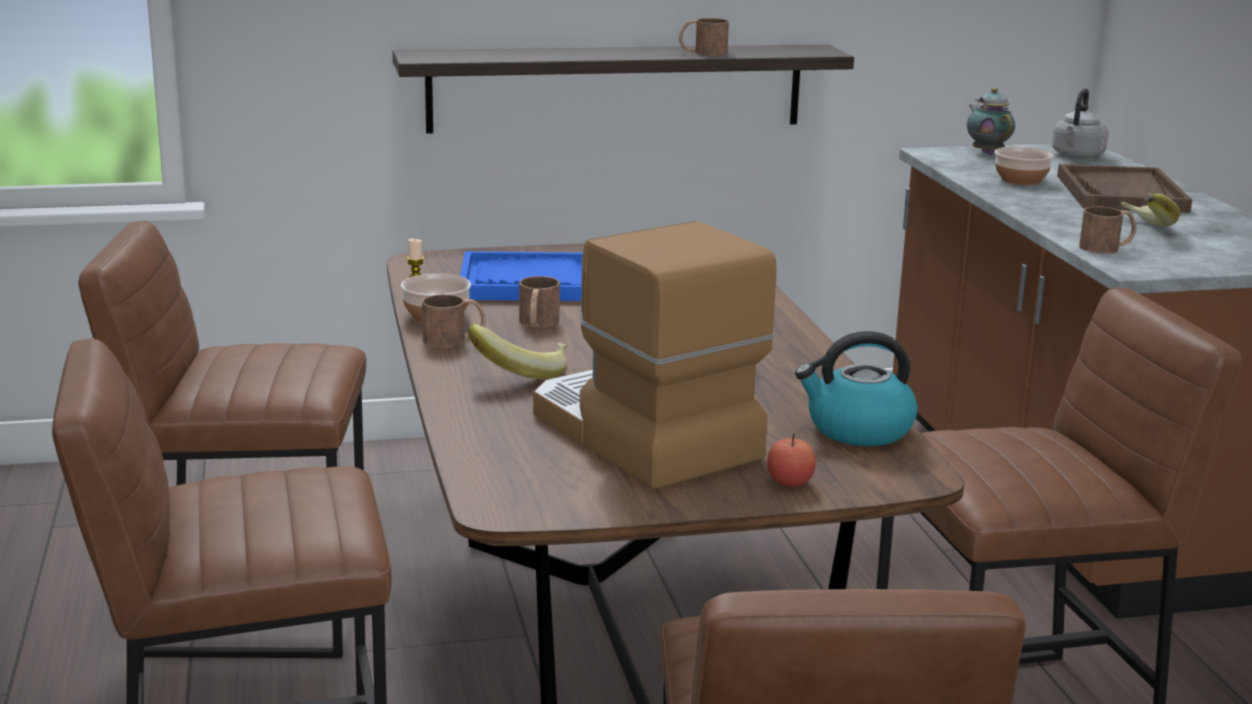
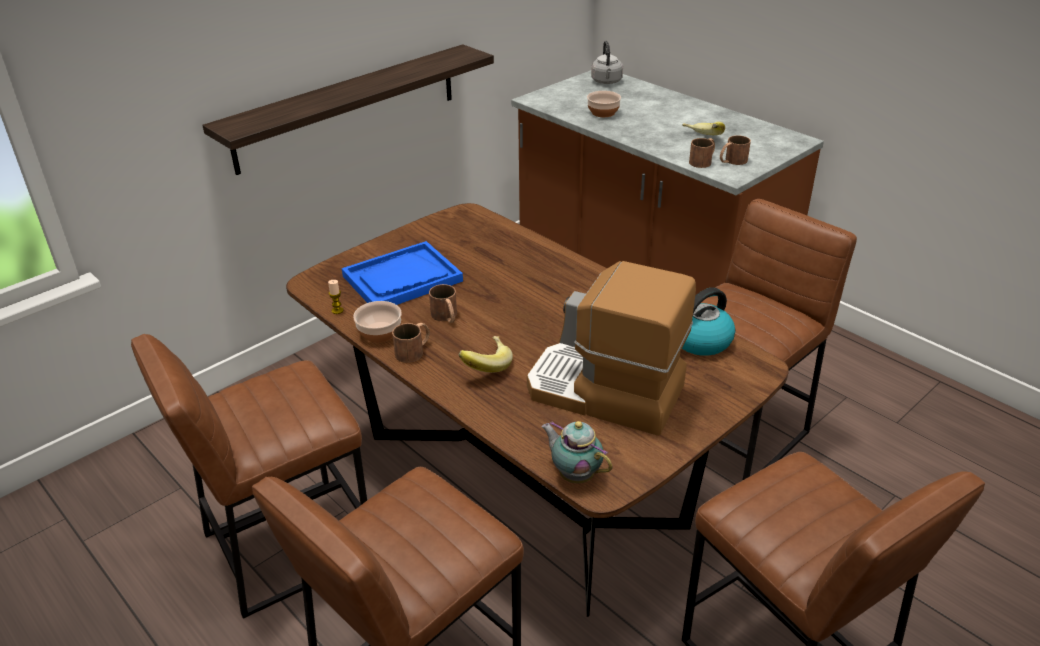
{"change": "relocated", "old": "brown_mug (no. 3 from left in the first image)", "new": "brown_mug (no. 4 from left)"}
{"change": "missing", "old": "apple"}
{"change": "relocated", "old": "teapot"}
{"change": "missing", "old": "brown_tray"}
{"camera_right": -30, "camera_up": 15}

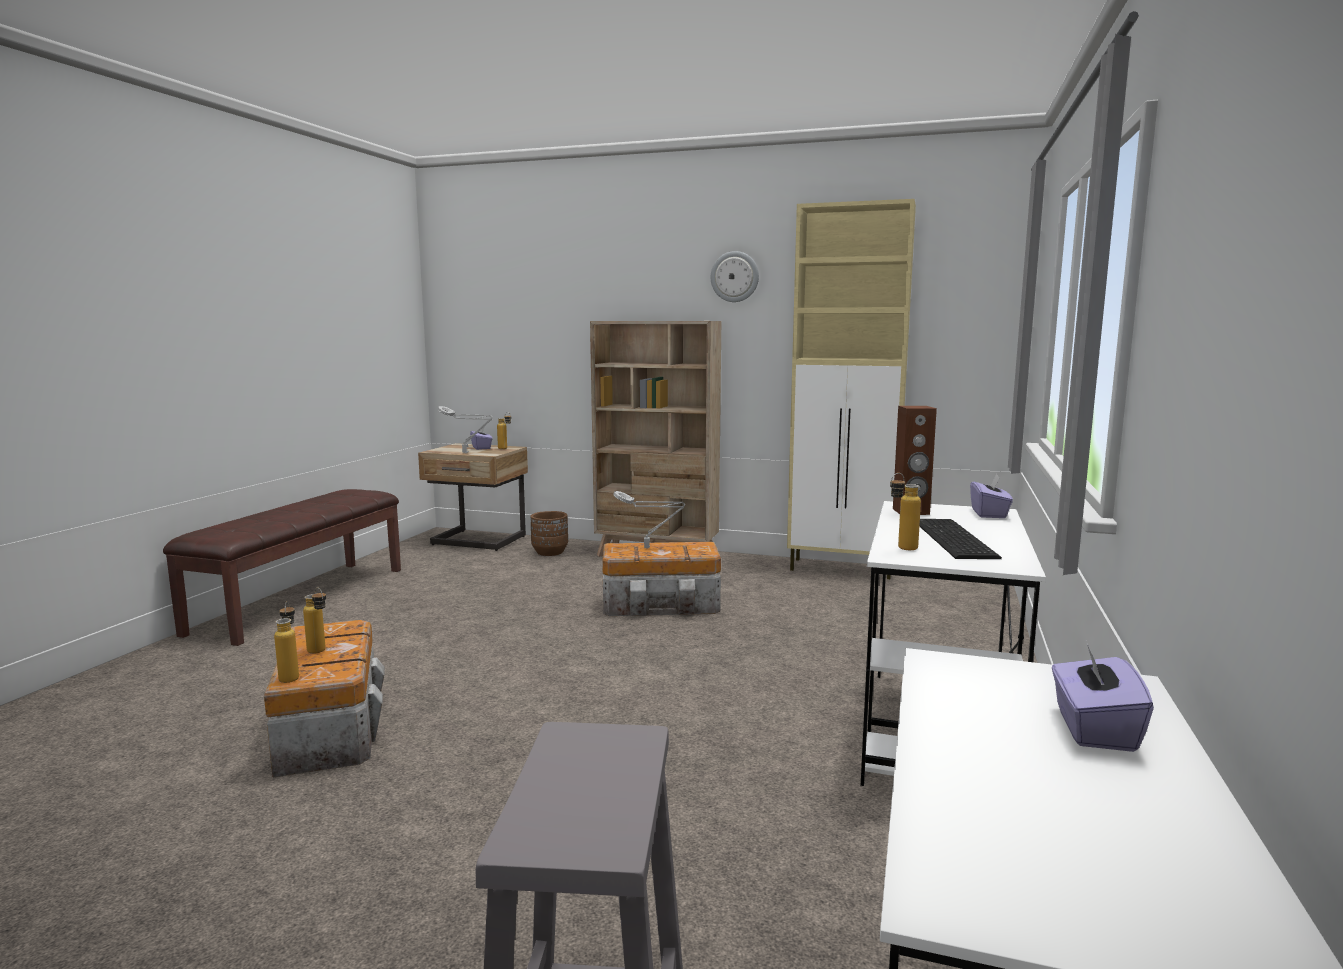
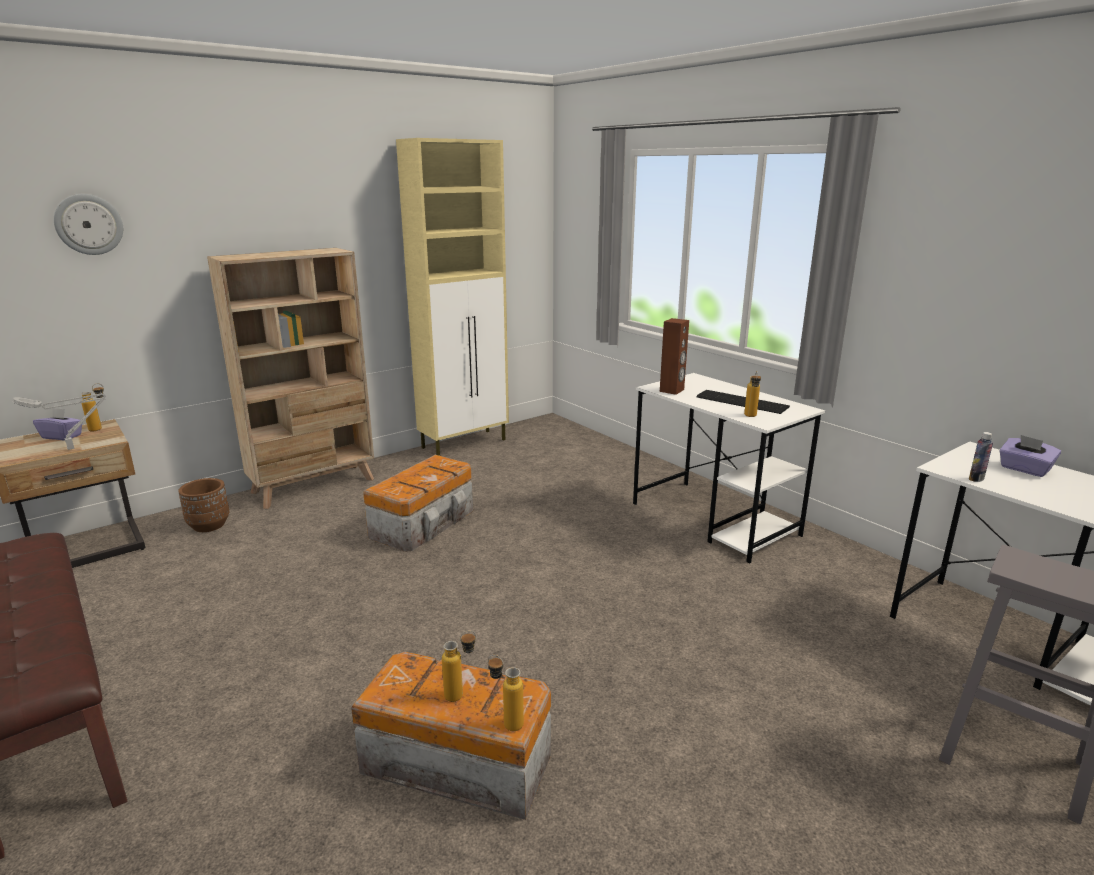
{"change": "missing", "old": "grey_table_lamp (no. 2 from left)"}
{"change": "relocated", "old": "wall_clock"}
{"change": "missing", "old": "purple_tissue_box (no. 2 from left)"}
{"change": "appeared", "new": "bottle (no. 5 from left)"}
{"camera_right": -55, "camera_up": 10}

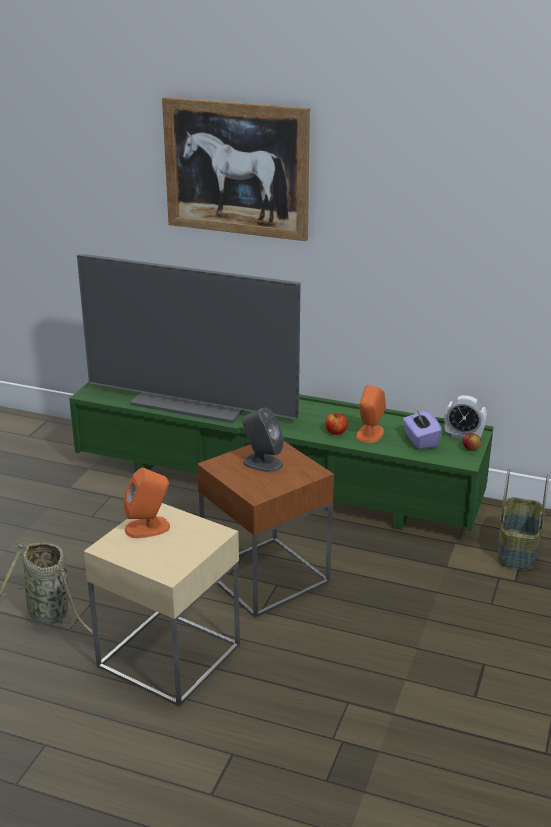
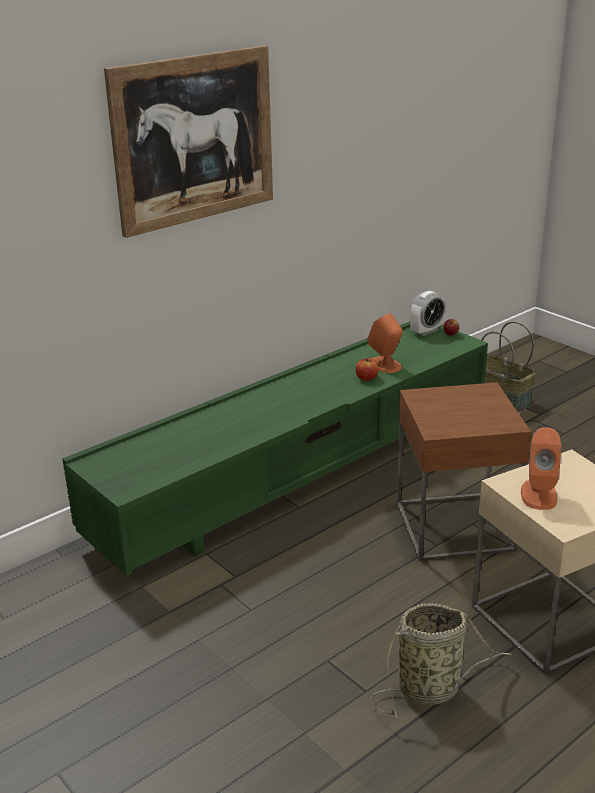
{"change": "missing", "old": "television"}
{"change": "missing", "old": "grey_speaker"}
{"change": "missing", "old": "purple_tissue_box"}
{"camera_right": -60, "camera_up": 0}

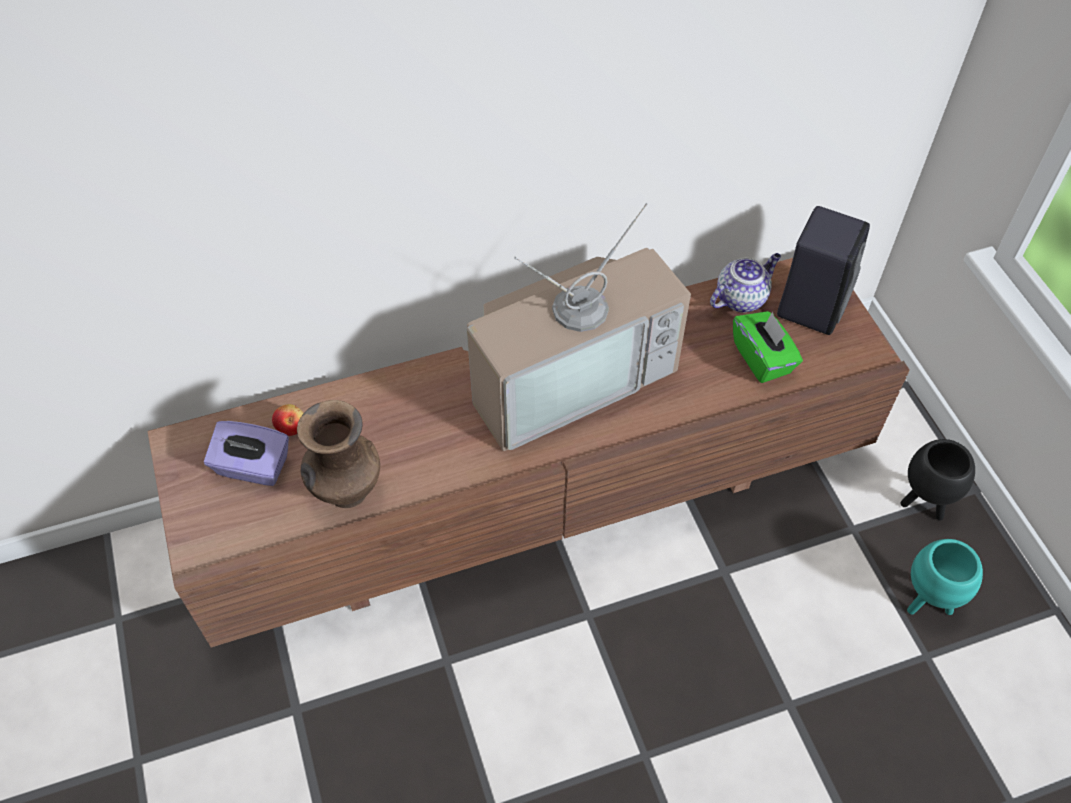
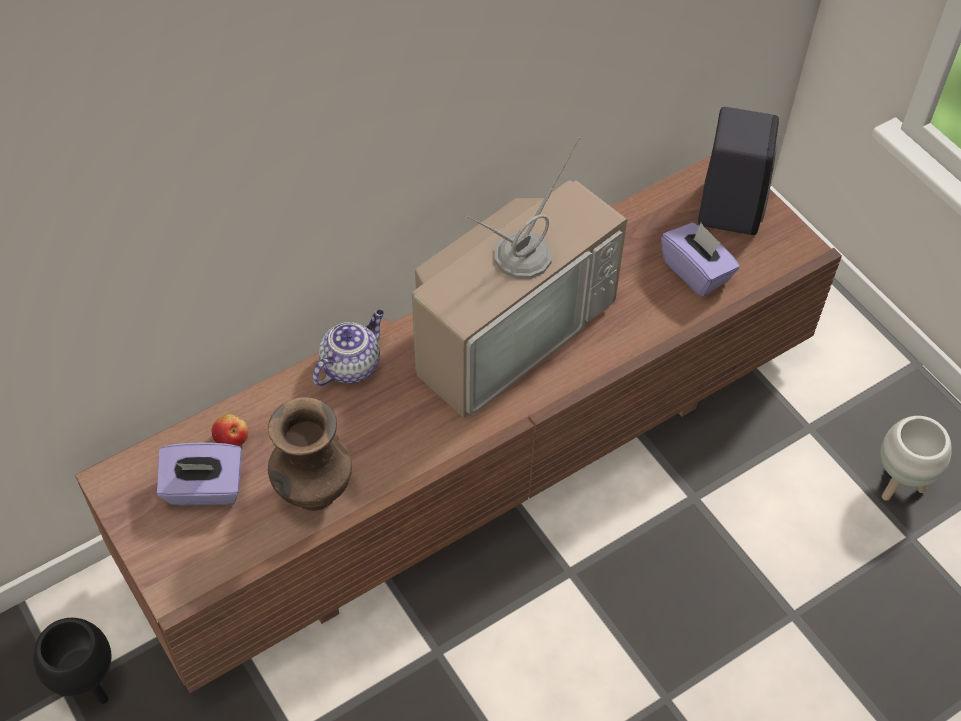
{"change": "relocated", "old": "teapot"}
{"change": "colour", "old": "green_tissue_box", "new": "purple_tissue_box (no. 2 from left)"}
{"change": "relocated", "old": "black_planter"}
{"change": "colour", "old": "turquoise_planter", "new": "white_planter"}
{"camera_right": -15, "camera_up": 0}

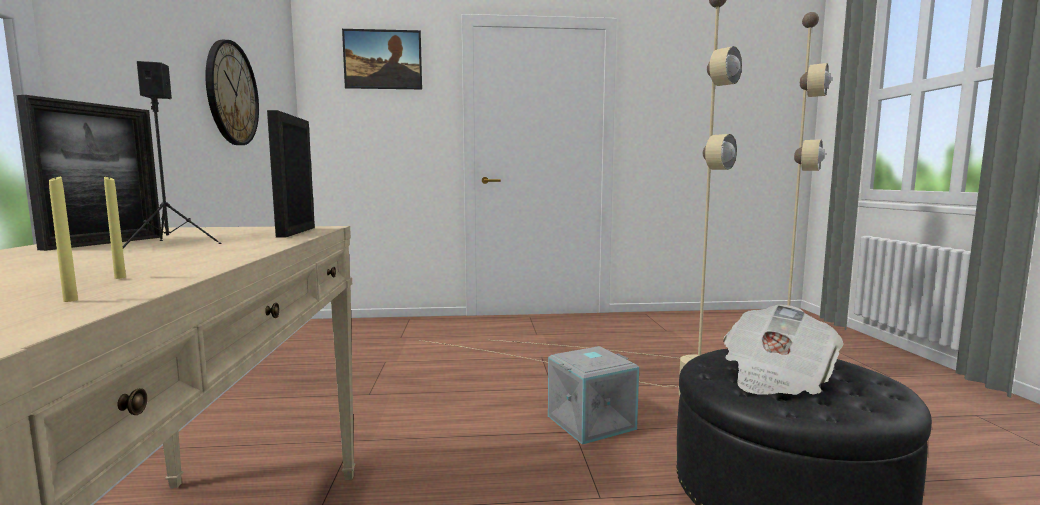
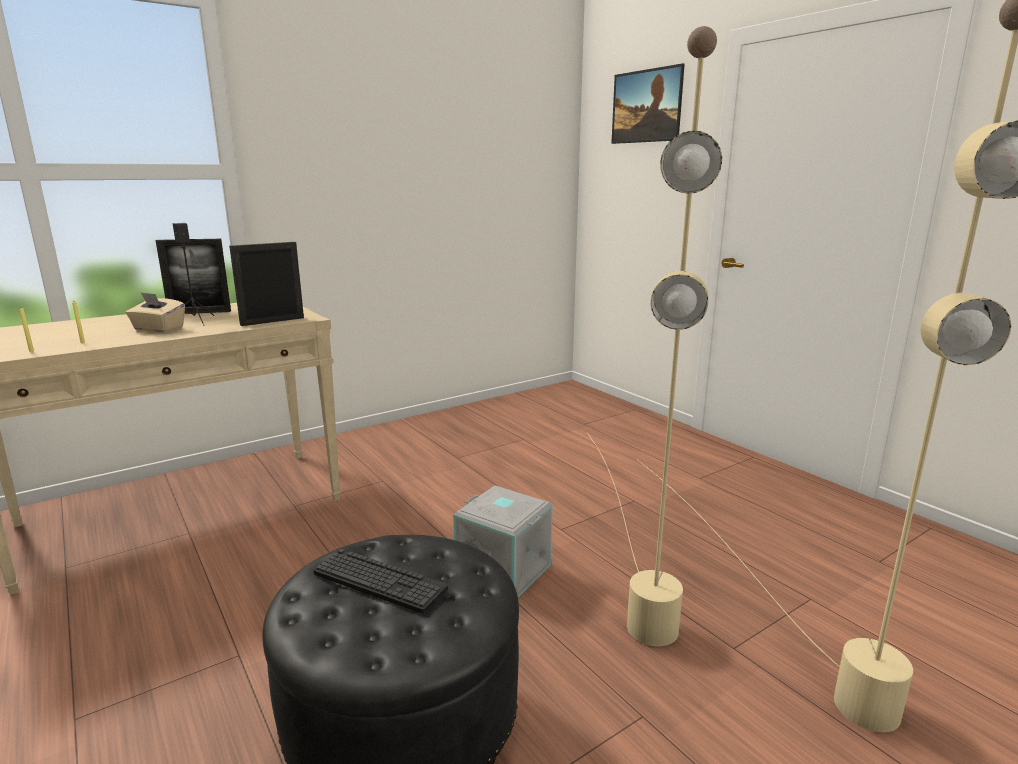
{"change": "missing", "old": "wall_clock"}
{"change": "exchanged", "old": "newspaper", "new": "keyboard"}
{"change": "appeared", "new": "beige_tissue_box"}
{"camera_right": 60, "camera_up": 10}

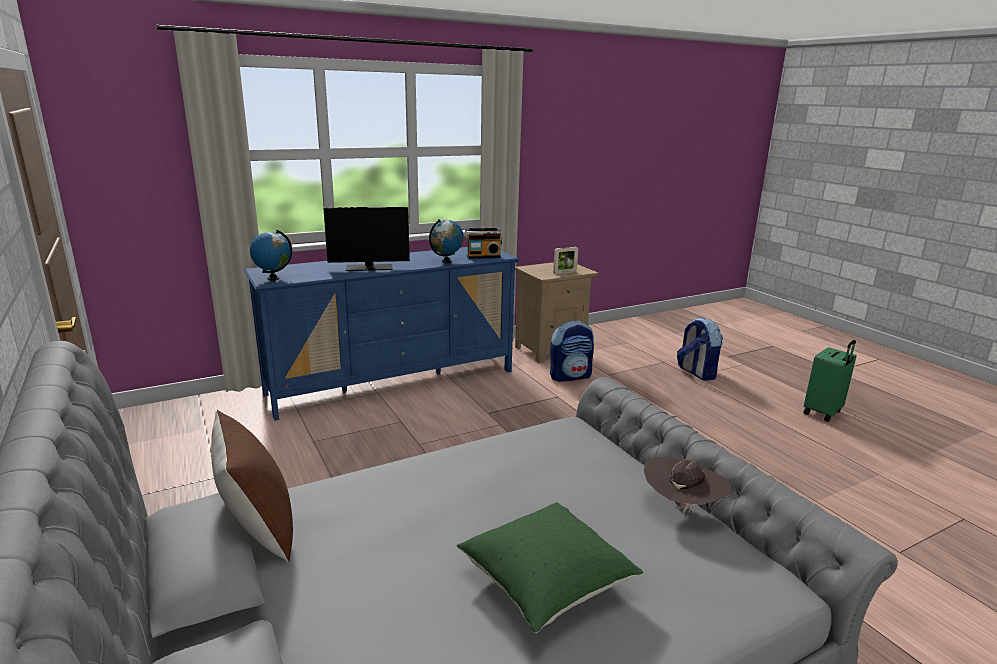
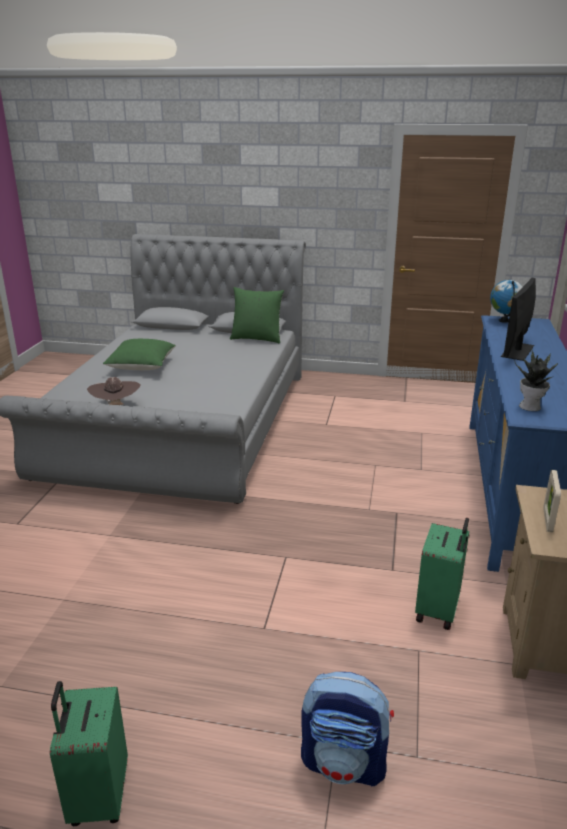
{"change": "colour", "old": "brown_pillow", "new": "green_pillow (no. 2 from left)"}
{"change": "missing", "old": "globe (no. 2 from left)"}
{"change": "exchanged", "old": "radio", "new": "potted_plant"}
{"change": "exchanged", "old": "backpack (no. 1 from left)", "new": "green_suitcase (no. 2 from left)"}
{"camera_right": 130, "camera_up": 5}

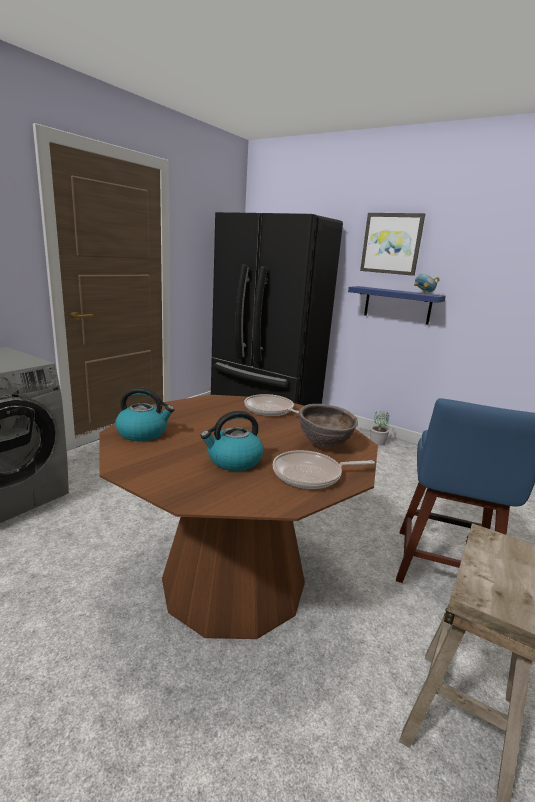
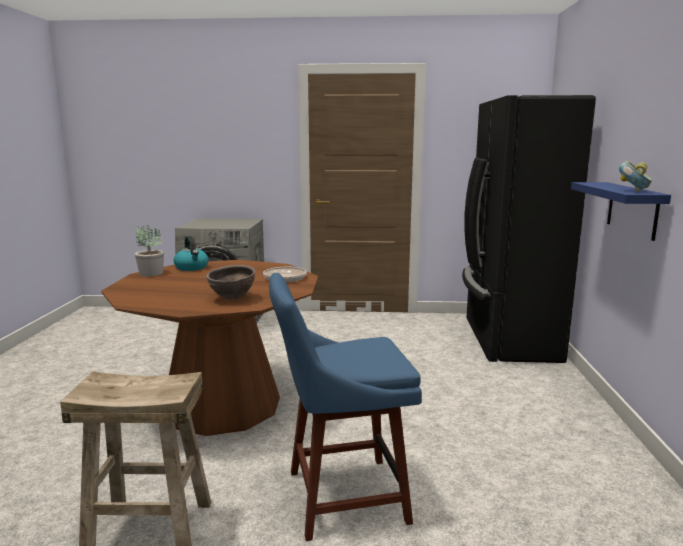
{"change": "missing", "old": "kettle (no. 2 from left)"}
{"change": "missing", "old": "frying_pan (no. 2 from left)"}
{"change": "missing", "old": "picture"}
{"change": "relocated", "old": "potted_plant"}
{"camera_right": 60, "camera_up": -5}

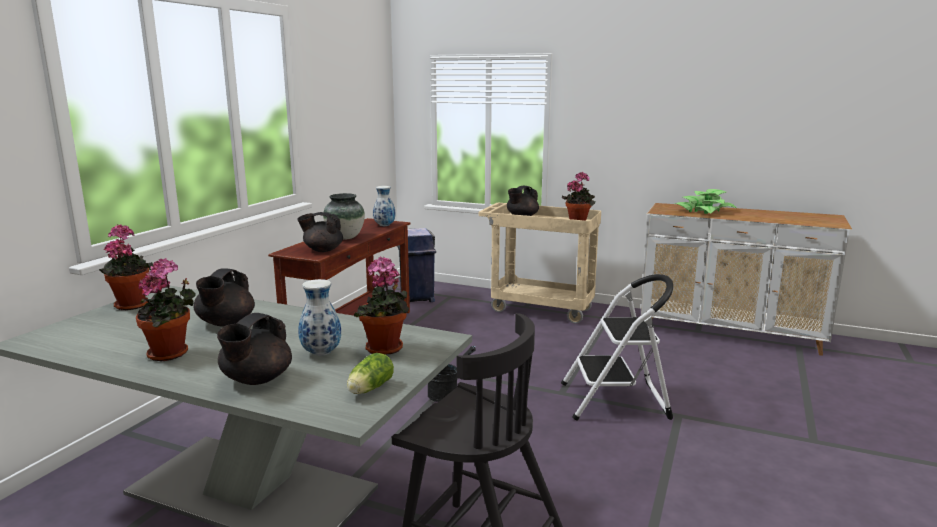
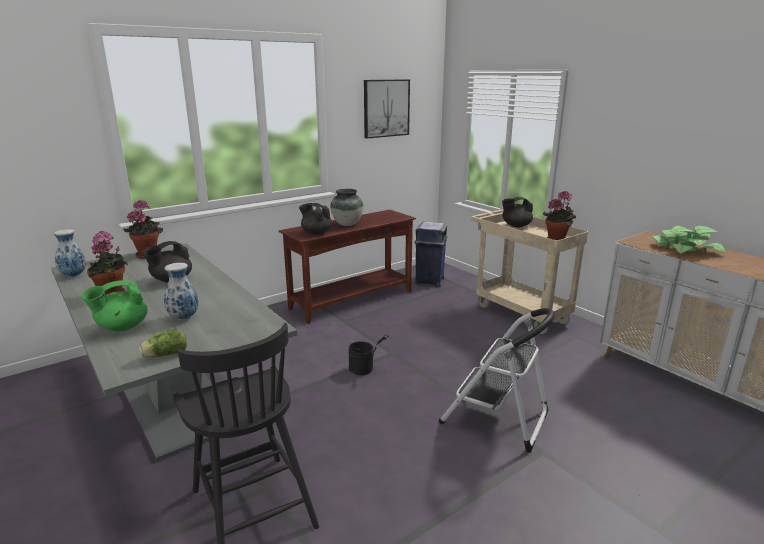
{"change": "colour", "old": "black_teapot (no. 2 from left)", "new": "green_teapot"}
{"change": "missing", "old": "potted_plant (no. 3 from left)"}
{"change": "relocated", "old": "vase (no. 3 from left in the first image)", "new": "vase (no. 1 from left)"}
{"change": "appeared", "new": "picture"}
{"camera_right": 30, "camera_up": 5}

